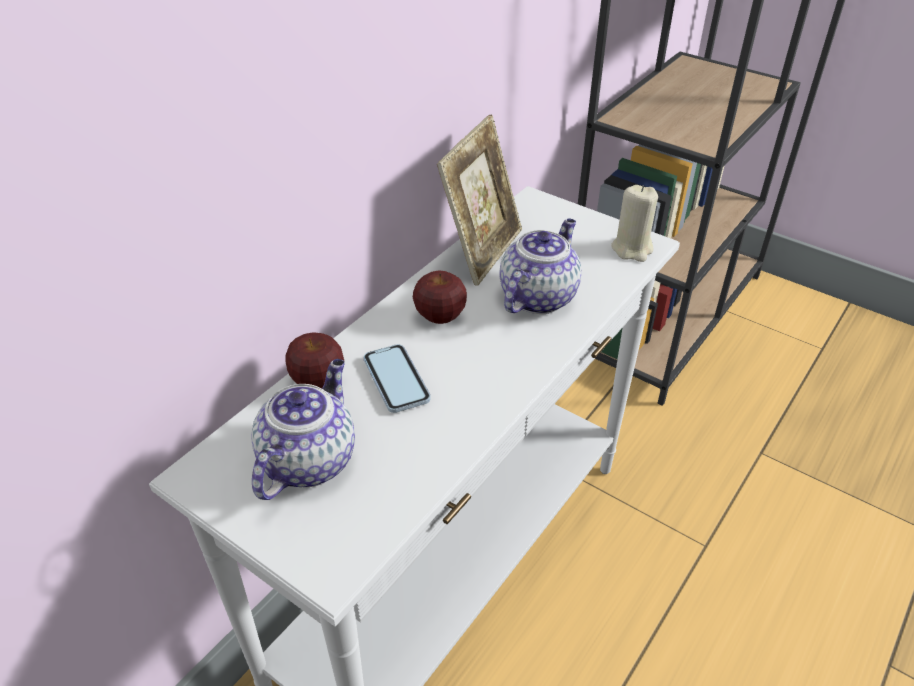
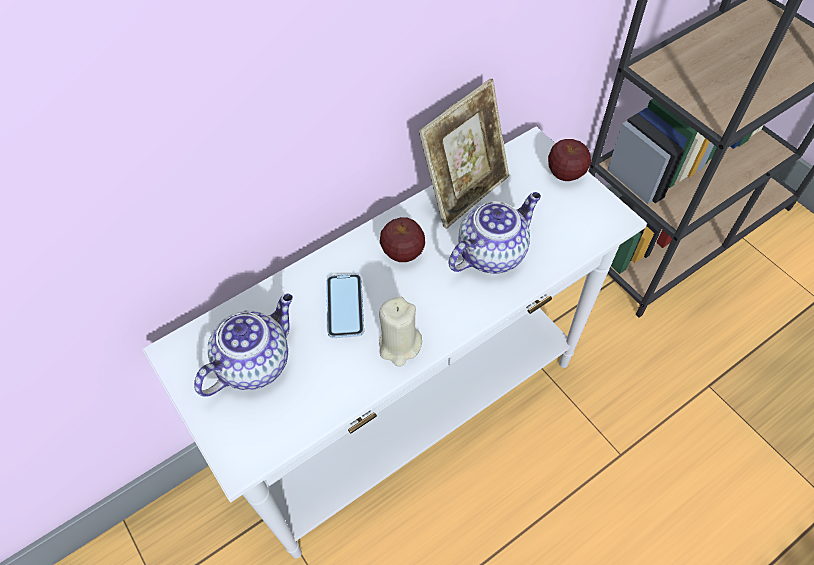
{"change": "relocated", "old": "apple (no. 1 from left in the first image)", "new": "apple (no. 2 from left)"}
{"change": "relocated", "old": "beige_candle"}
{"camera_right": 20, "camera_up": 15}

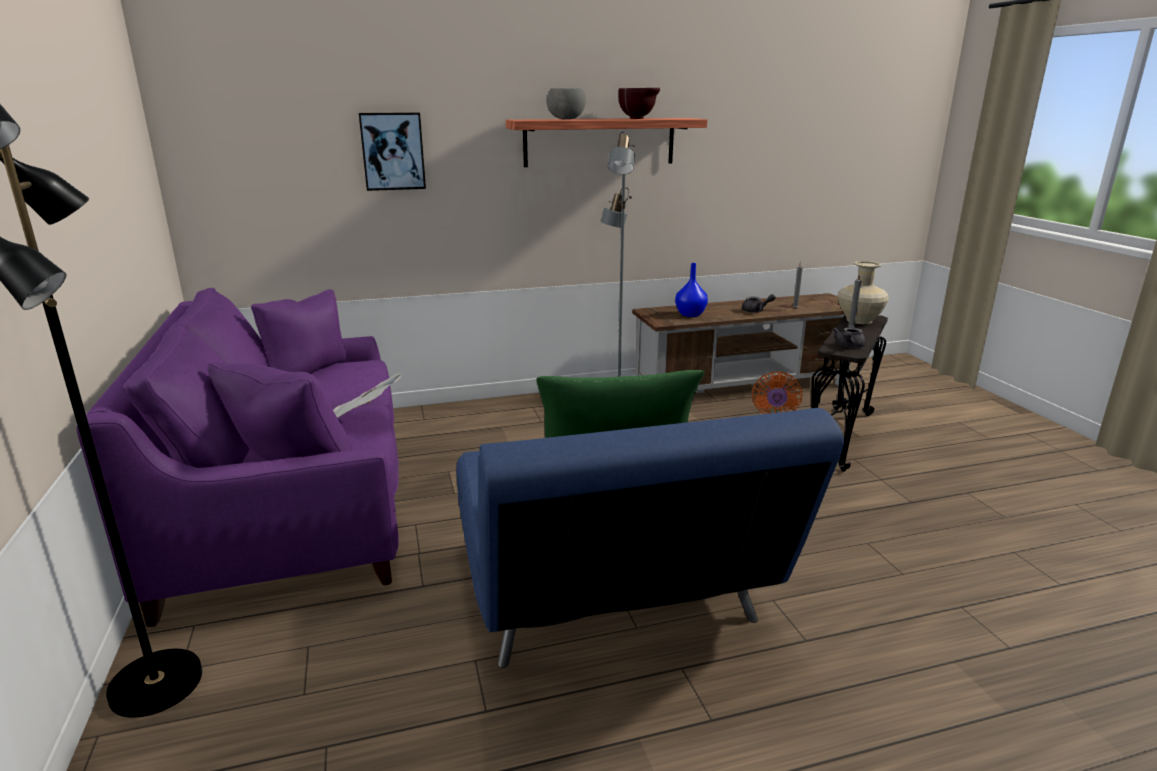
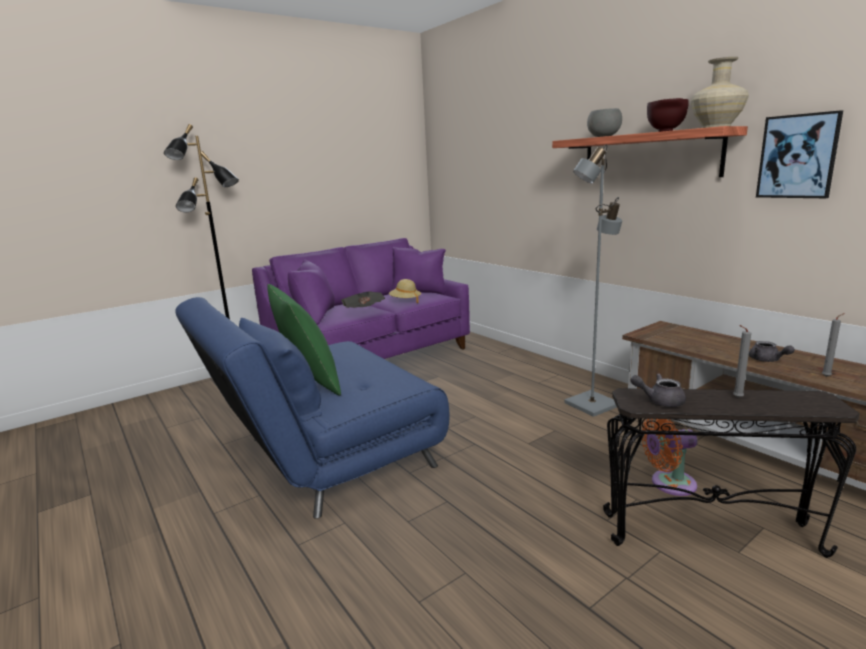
{"change": "relocated", "old": "picture"}
{"change": "missing", "old": "blue_vase"}
{"change": "relocated", "old": "beige_vase"}
{"change": "appeared", "new": "beige_hat"}
{"camera_right": 70, "camera_up": -5}

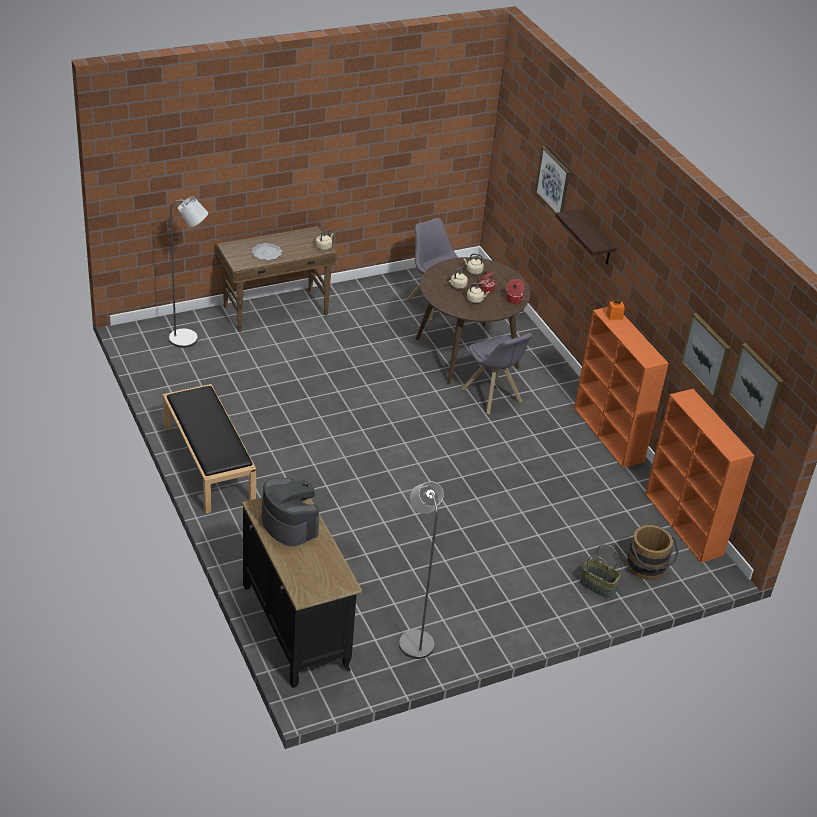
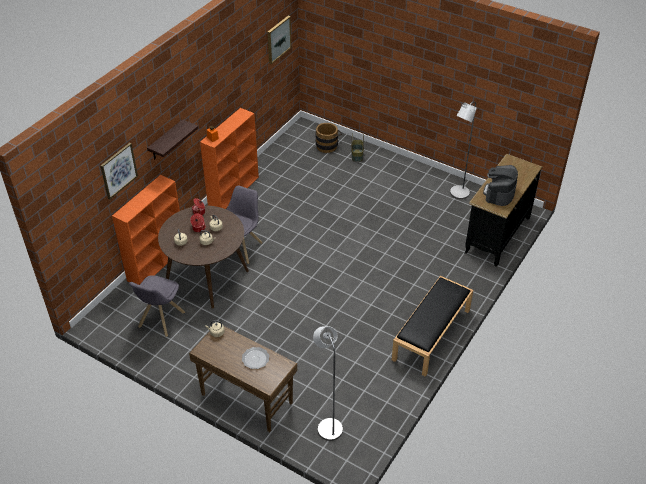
{"change": "relocated", "old": "orange_bookcase (no. 2 from left in the first image)", "new": "orange_bookcase (no. 1 from left)"}
{"change": "missing", "old": "picture (no. 2 from left)"}
{"camera_right": -120, "camera_up": 5}

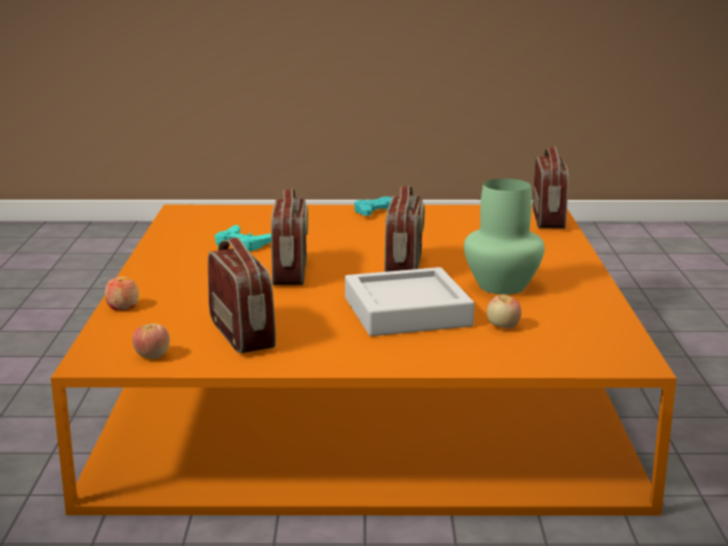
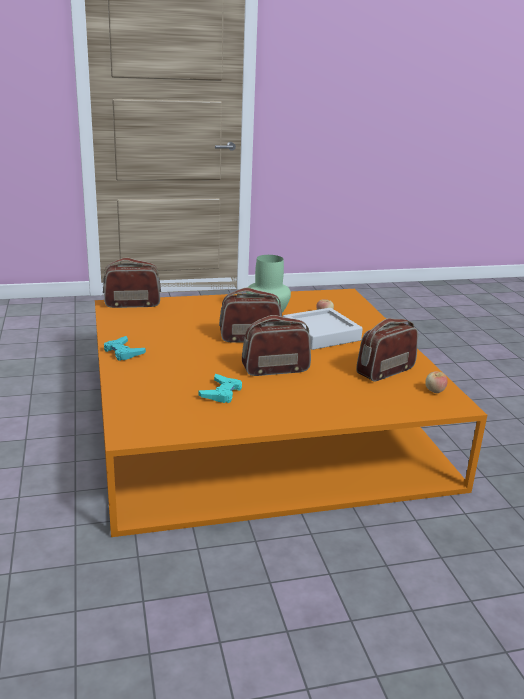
{"change": "missing", "old": "apple (no. 1 from left)"}
{"camera_right": -105, "camera_up": 5}

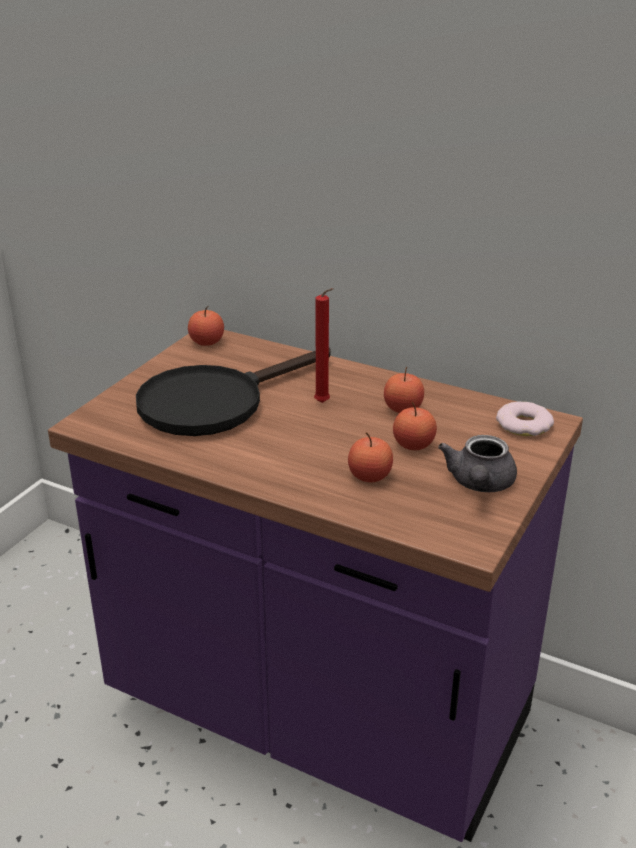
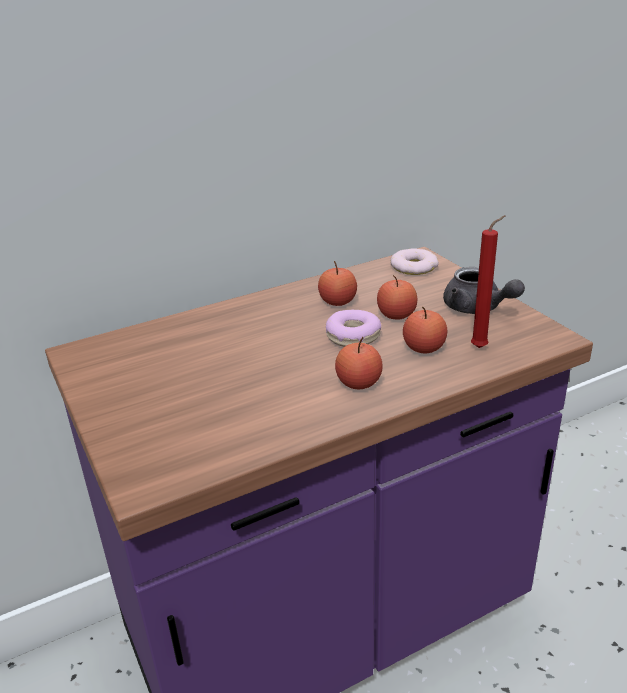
{"change": "missing", "old": "black_frying_pan"}
{"change": "relocated", "old": "apple (no. 1 from left in the first image)", "new": "apple (no. 2 from left)"}
{"change": "relocated", "old": "red_candle"}
{"change": "appeared", "new": "donut (no. 1 from left)"}
{"camera_right": -55, "camera_up": 0}

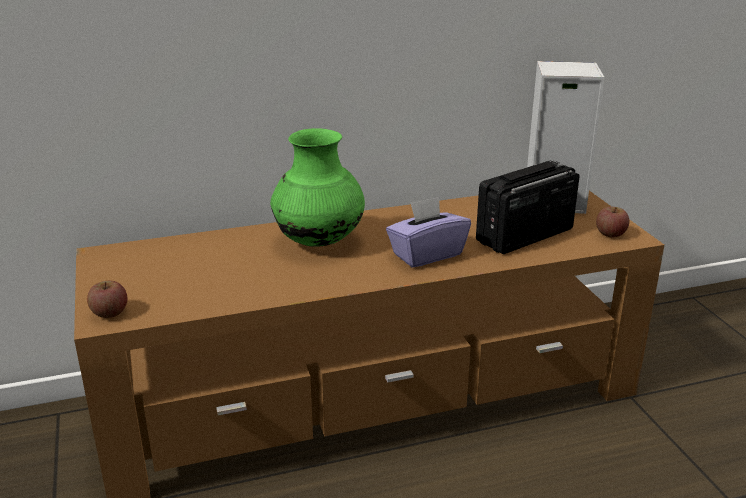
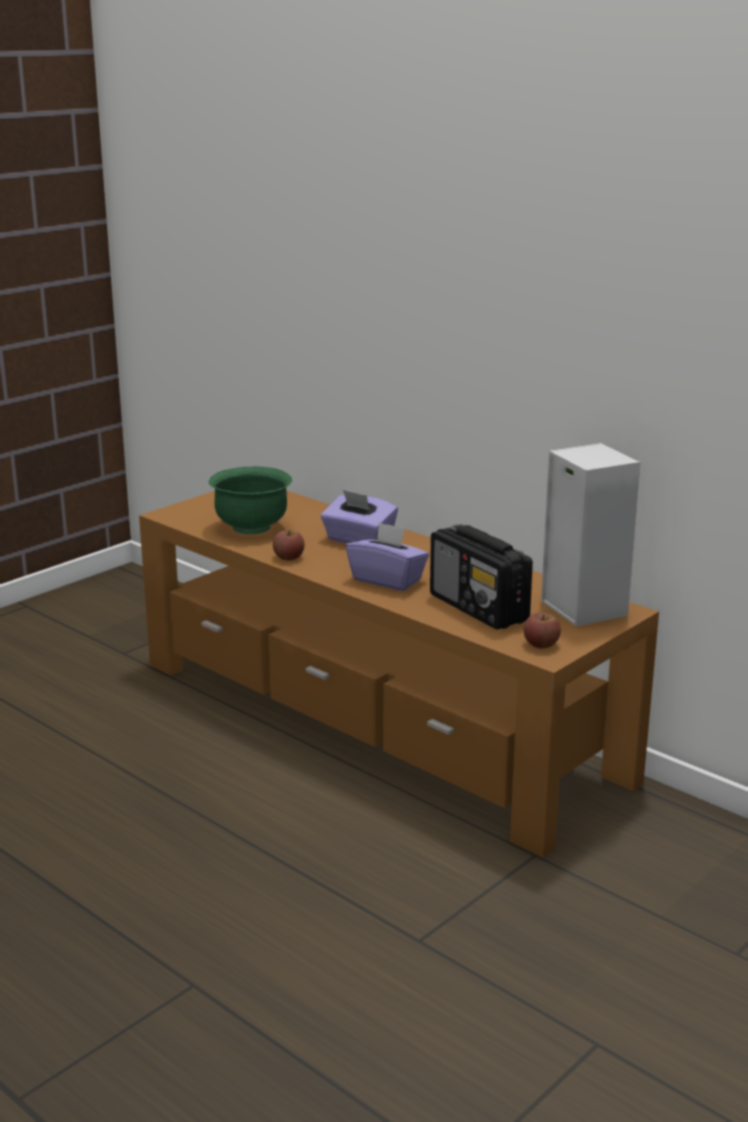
{"change": "relocated", "old": "apple (no. 1 from left)"}
{"change": "exchanged", "old": "green_vase", "new": "purple_tissue_box (no. 1 from left)"}
{"change": "spun", "old": "radio", "degrees": -150}
{"change": "appeared", "new": "green_bowl"}
{"camera_right": 60, "camera_up": -5}

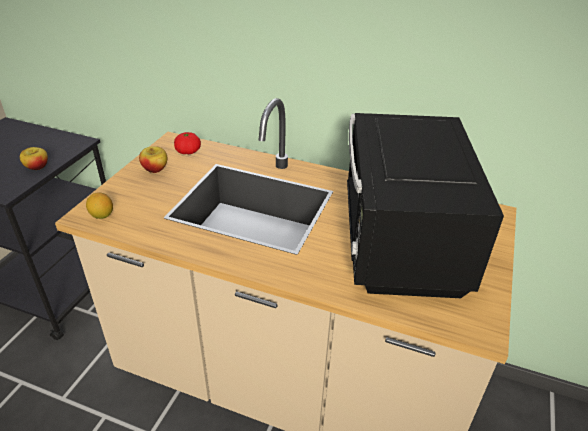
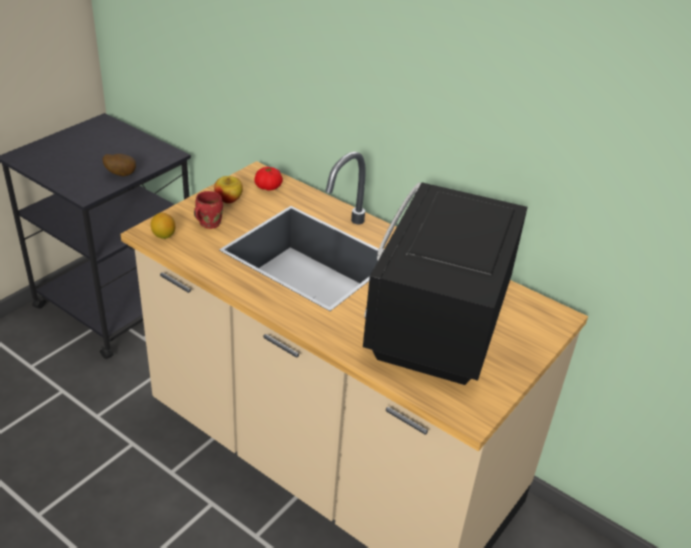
{"change": "exchanged", "old": "apple (no. 1 from left)", "new": "potato"}
{"change": "appeared", "new": "red_mug"}
{"camera_right": 15, "camera_up": 0}

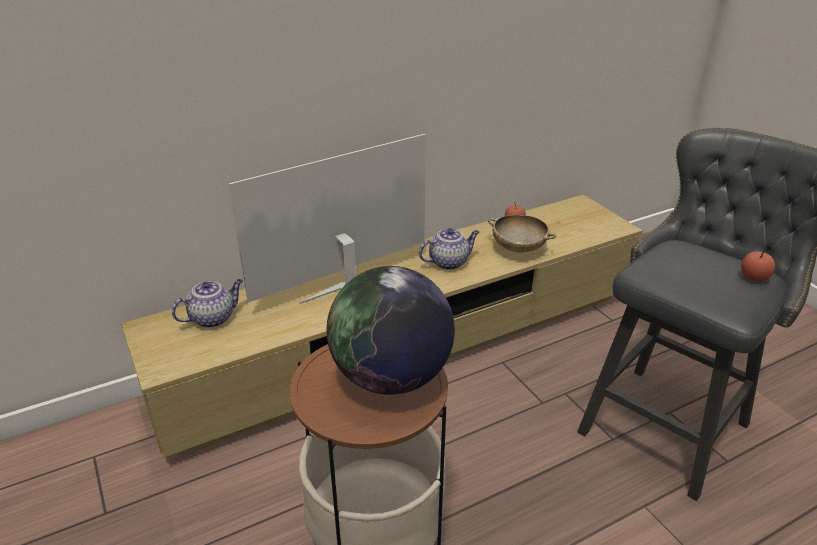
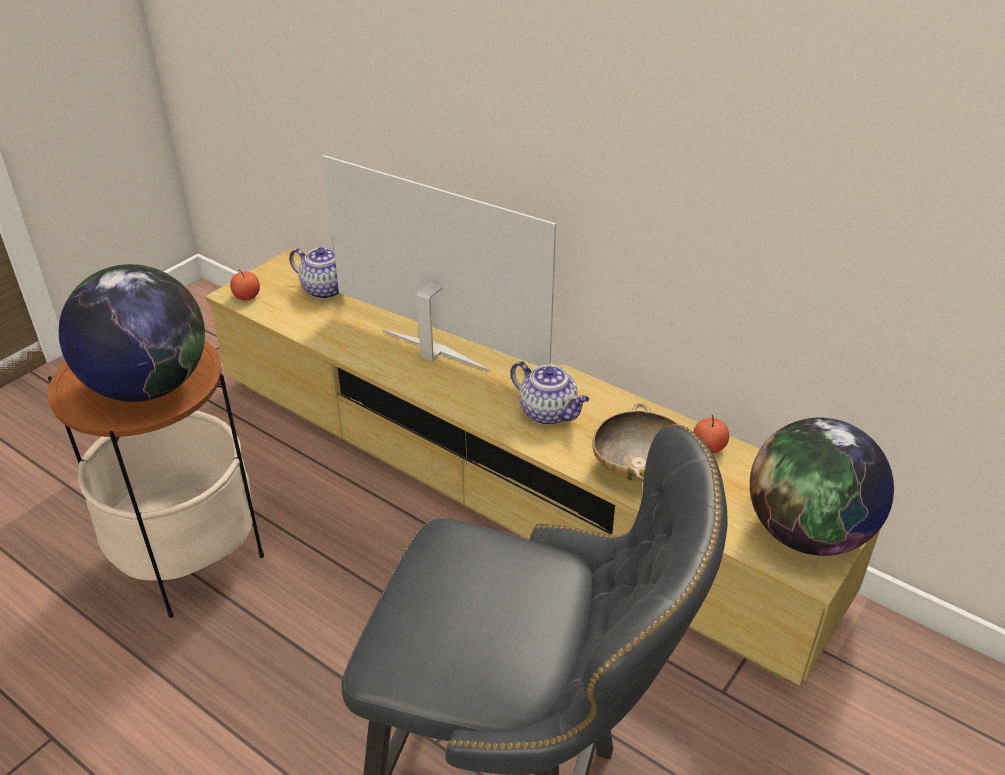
{"change": "relocated", "old": "apple (no. 2 from left in the first image)", "new": "apple (no. 1 from left)"}
{"change": "appeared", "new": "globe (no. 2 from left)"}
{"camera_right": 65, "camera_up": 5}

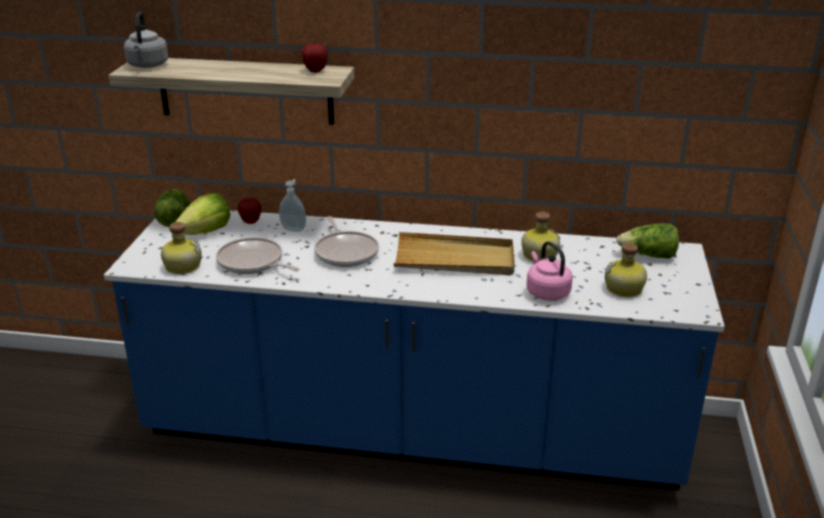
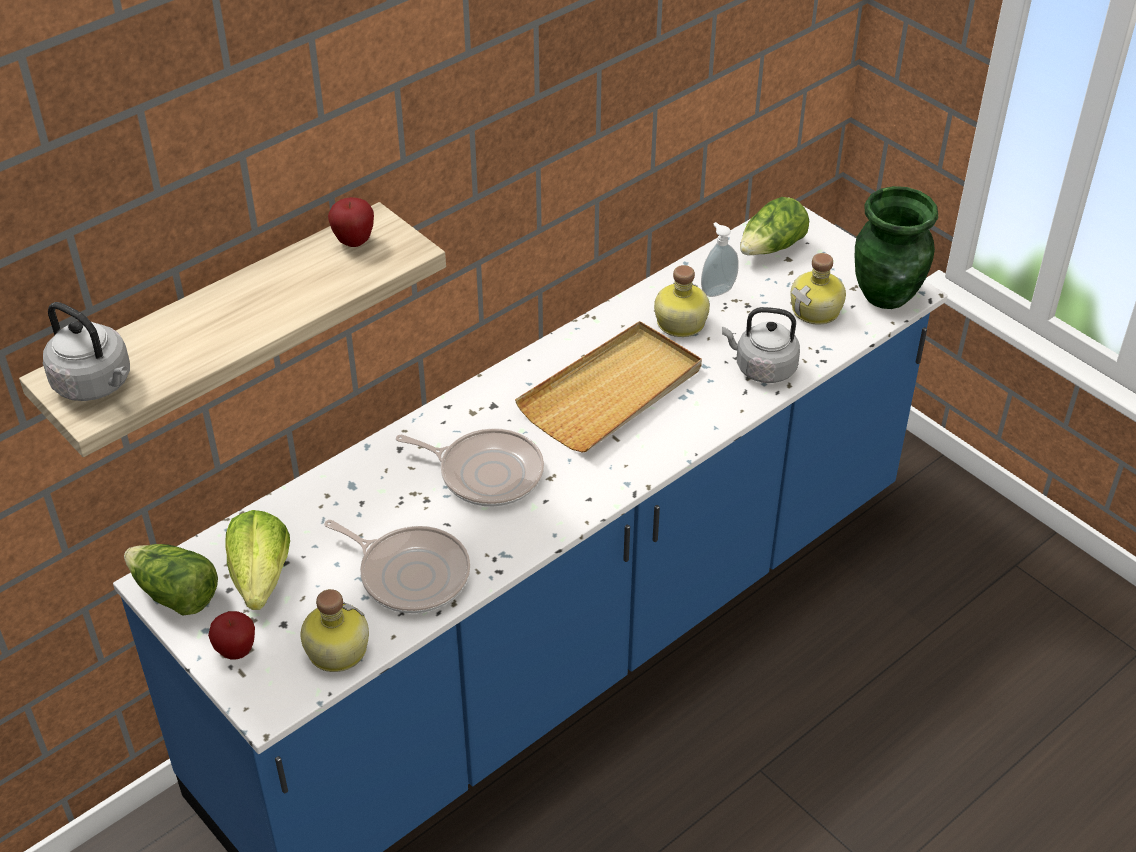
{"change": "spun", "old": "frying_pan (no. 1 from left)", "degrees": -135}
{"change": "relocated", "old": "apple (no. 1 from left)"}
{"change": "relocated", "old": "soap_dispenser"}
{"change": "colour", "old": "pink_kettle", "new": "grey_kettle (no. 2 from left)"}
{"change": "appeared", "new": "green_vase"}
{"camera_right": -50, "camera_up": 15}

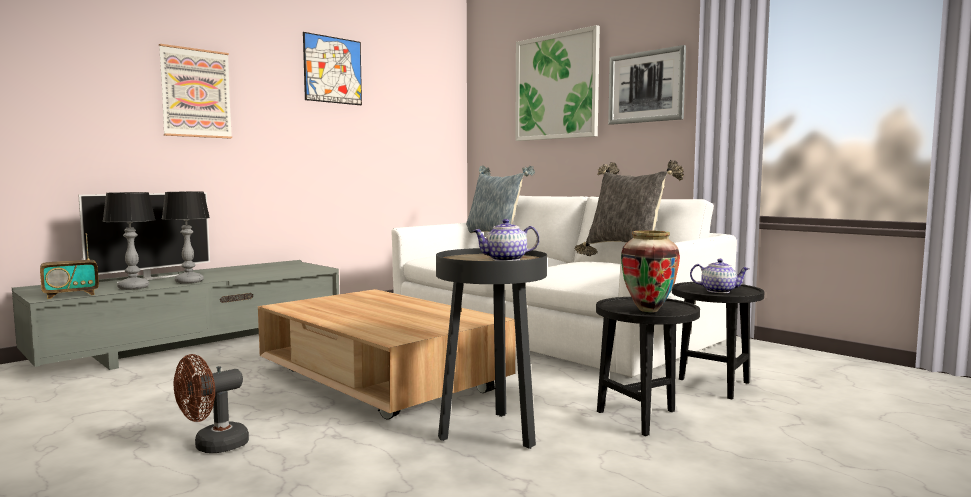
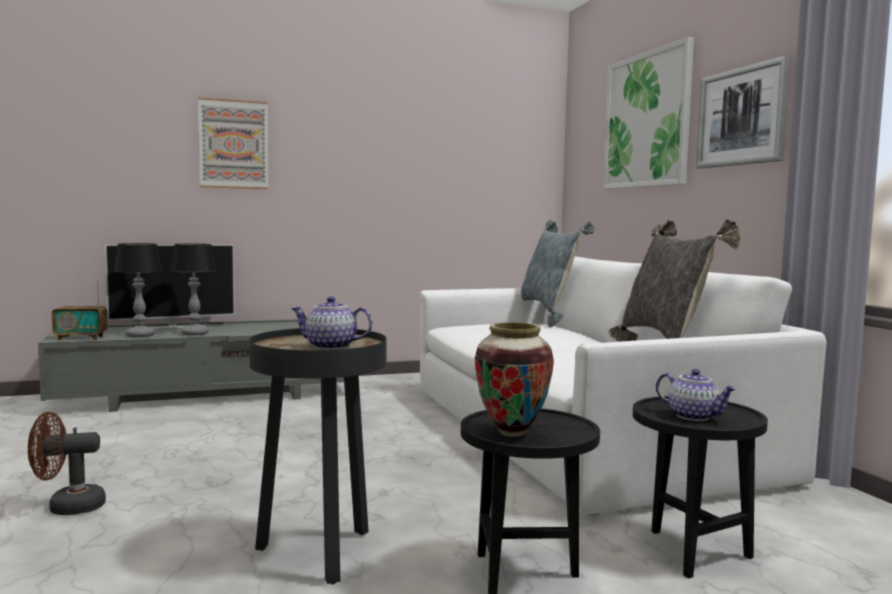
{"change": "missing", "old": "brown_coffee_table"}
{"change": "missing", "old": "picture (no. 2 from left)"}
{"camera_right": 25, "camera_up": 0}

